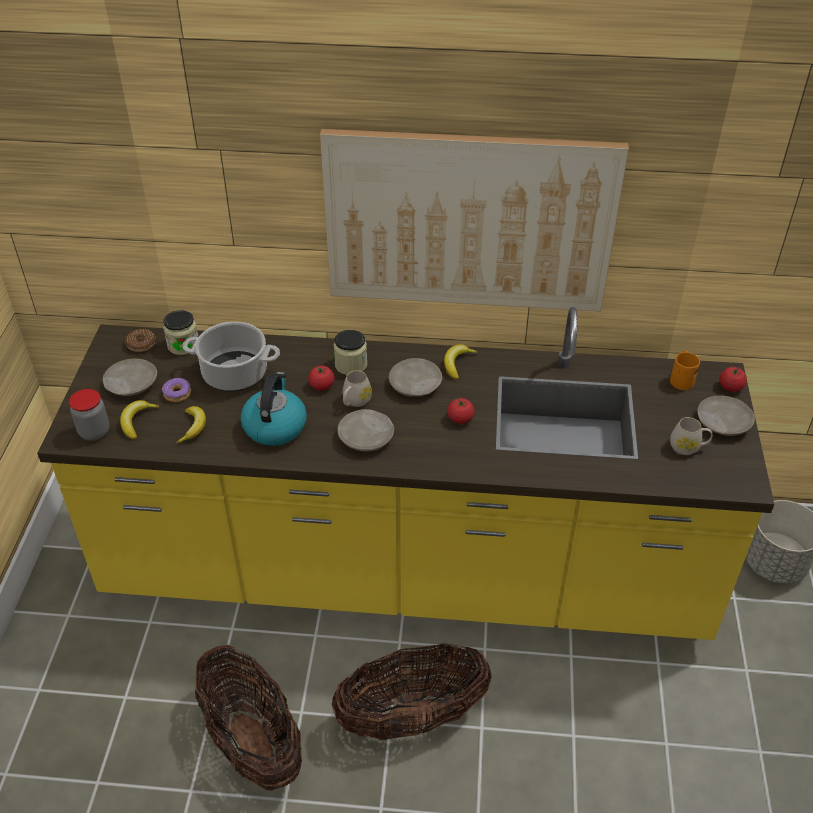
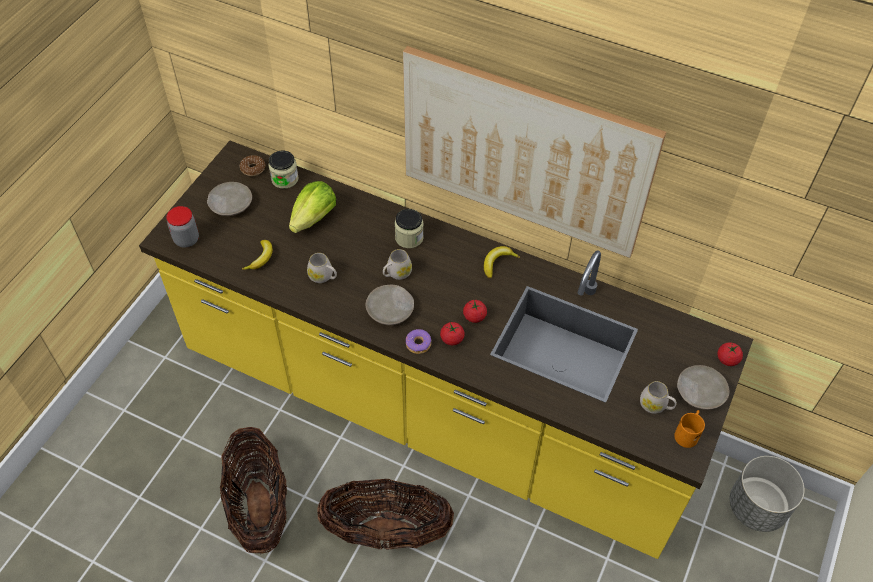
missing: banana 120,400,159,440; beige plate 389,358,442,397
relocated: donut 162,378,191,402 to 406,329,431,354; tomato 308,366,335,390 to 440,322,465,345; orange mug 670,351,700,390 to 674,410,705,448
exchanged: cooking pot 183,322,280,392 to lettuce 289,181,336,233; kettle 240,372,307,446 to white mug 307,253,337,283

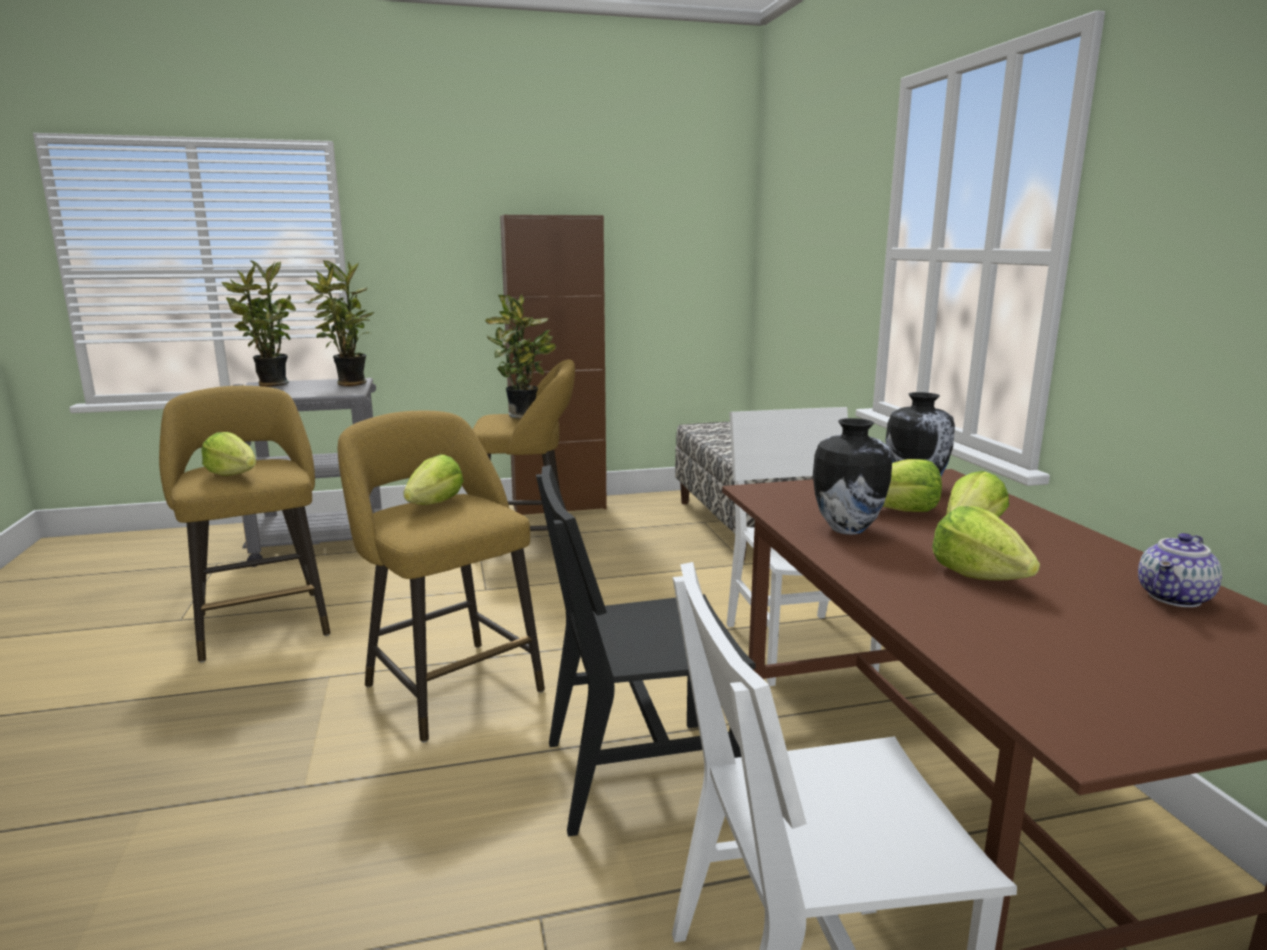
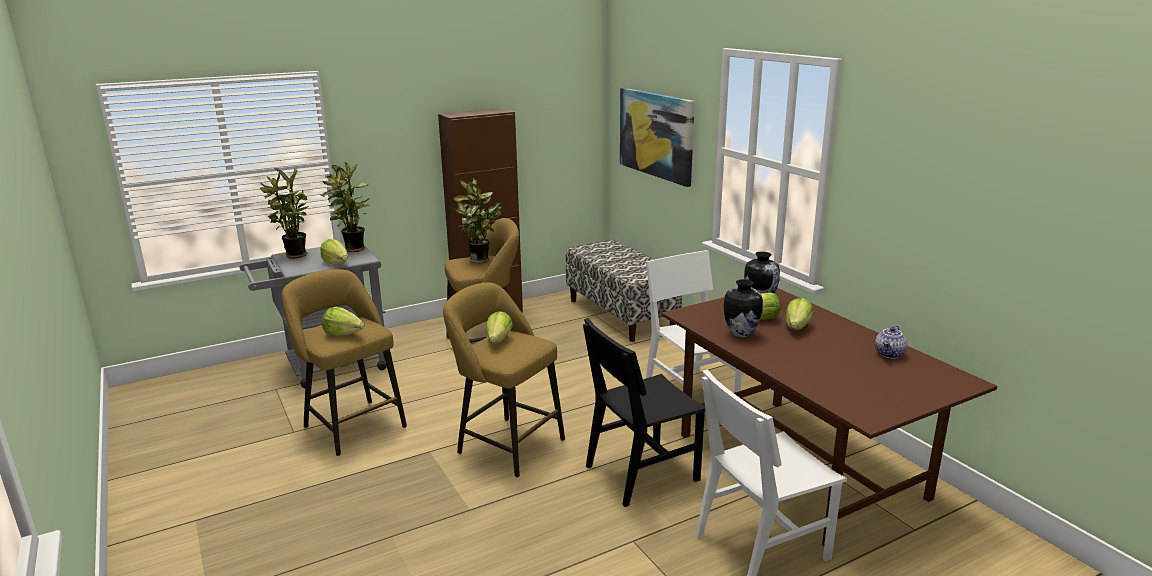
appeared: picture 620,88,695,187
relocated: lettuce 932,506,1040,581 to 320,239,348,264

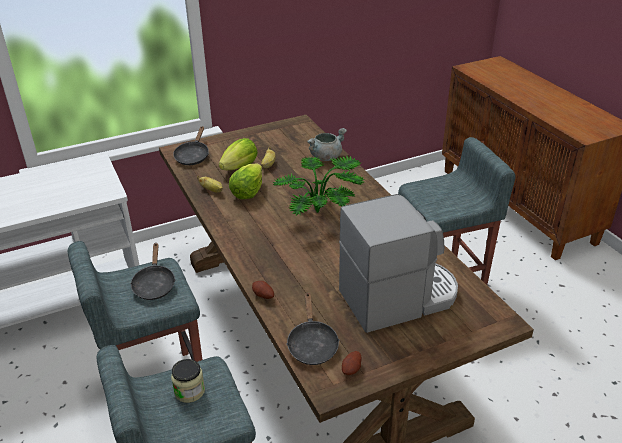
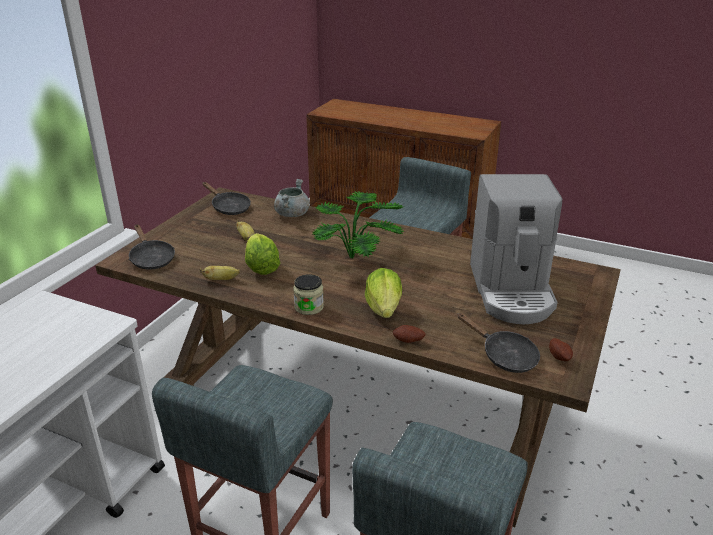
relocated: black frying pan 130,243,176,300 to 202,182,251,215; jar 171,359,205,403 to 293,274,324,315; lettuce 219,138,258,170 to 365,268,402,318
spun: coffee machine 339,194,458,333 = 470,174,563,324 150 degrees clockwise

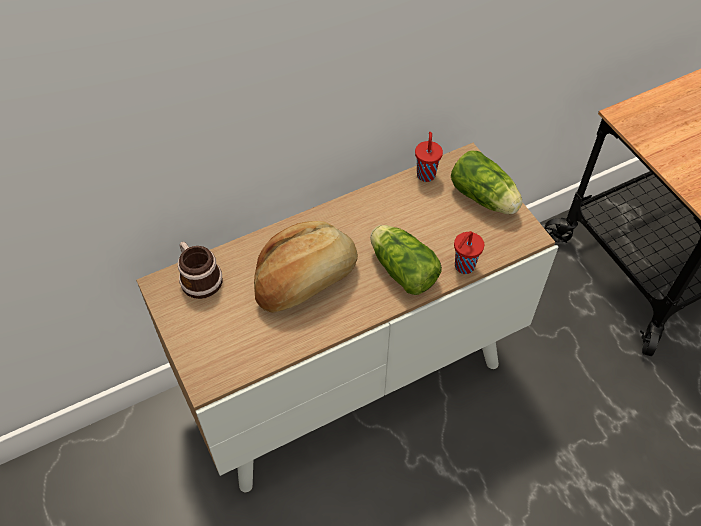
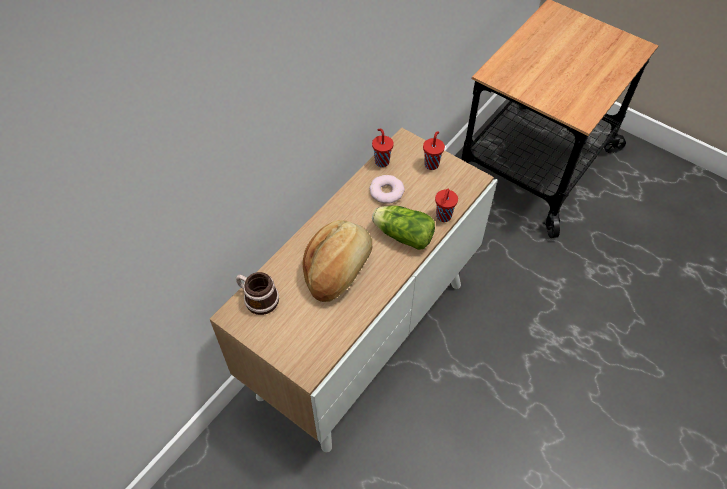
appeared: donut 369,175,405,204
exchanged: lettuce 451,150,522,214 to red cup 423,131,445,170

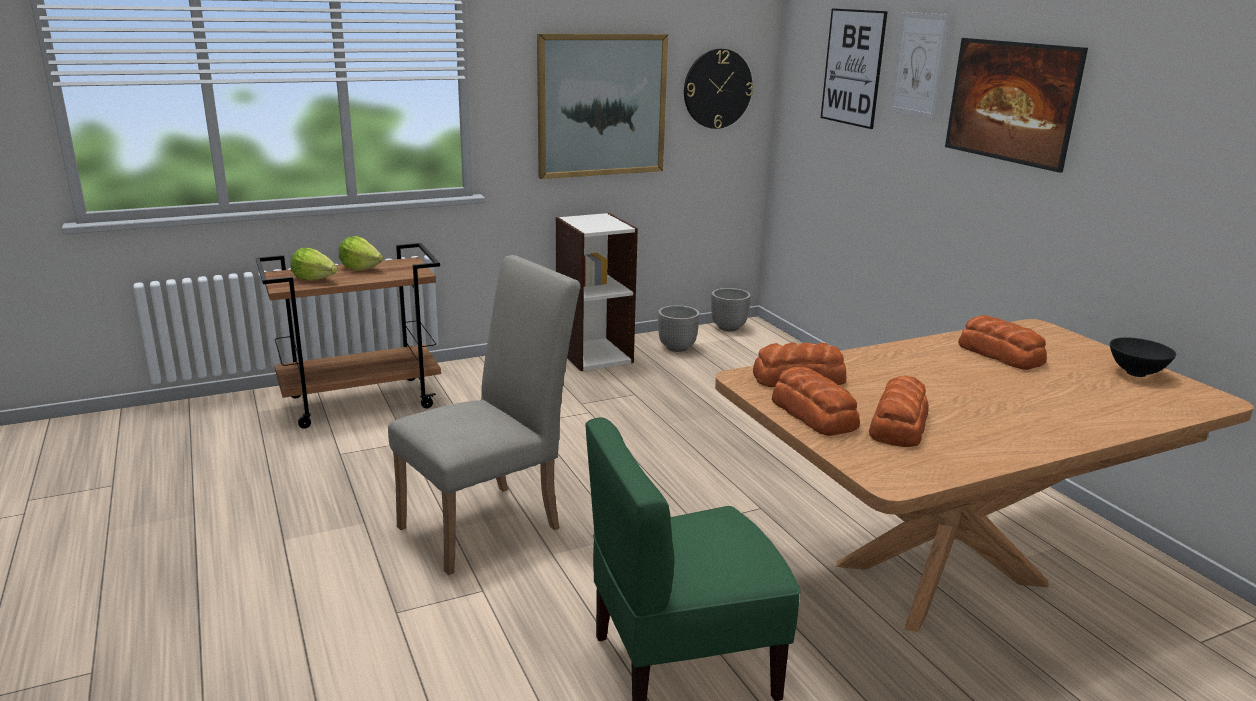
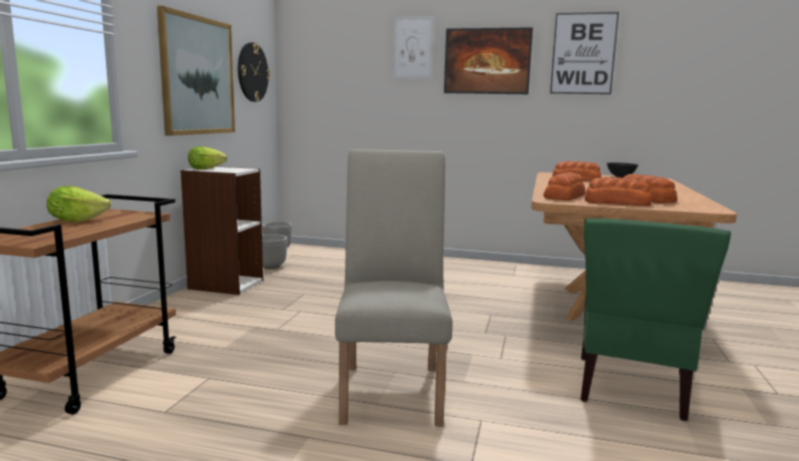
relocated: lettuce 290,248,337,281 to 188,147,227,169; picture 821,8,888,129 to 550,12,619,94

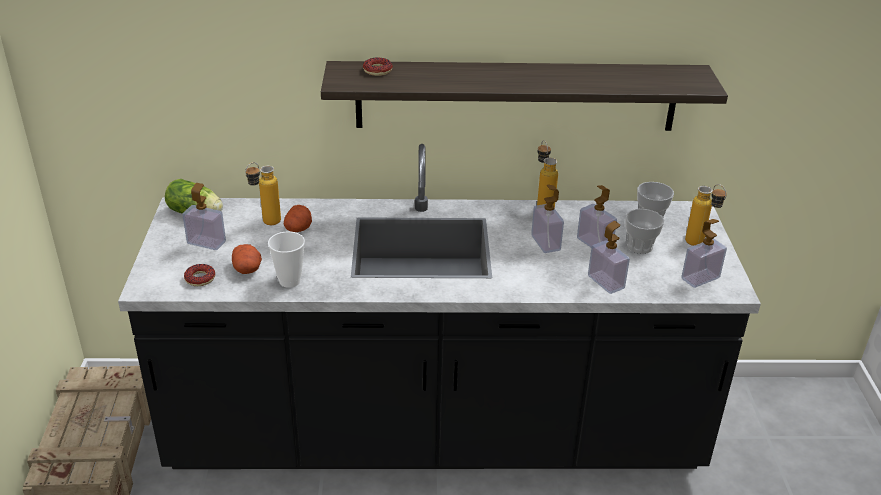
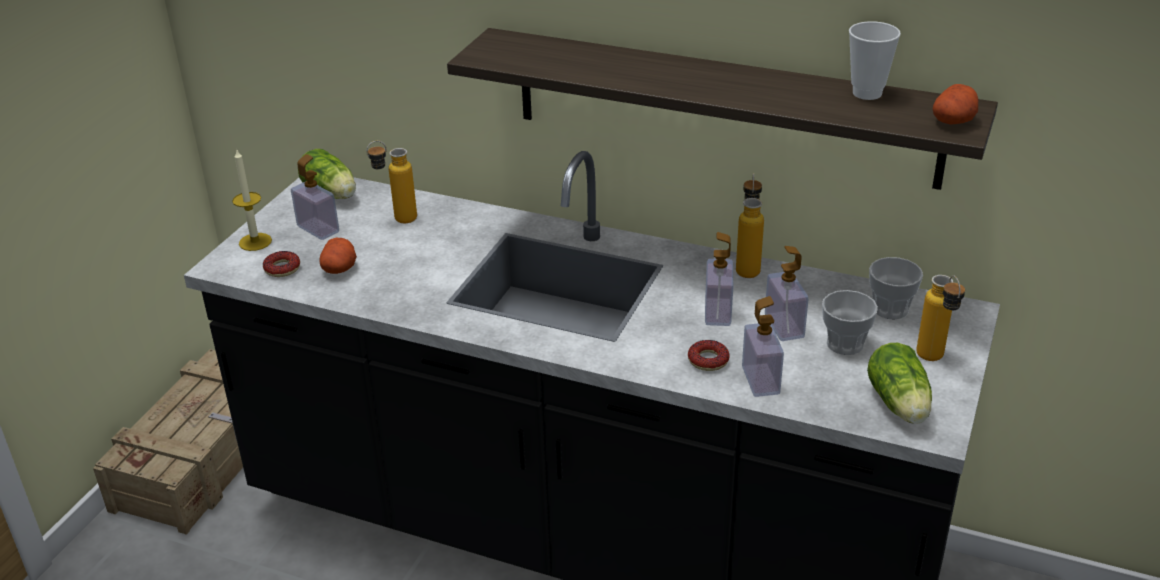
appeared: candle 232,148,272,251
relocated: cup 268,232,305,288 to 849,21,901,100; potato 284,205,312,232 to 933,84,978,125; donut 363,57,393,76 to 688,340,730,371
exchanged: soap dispenser 681,219,727,288 to lettuce 867,343,932,424

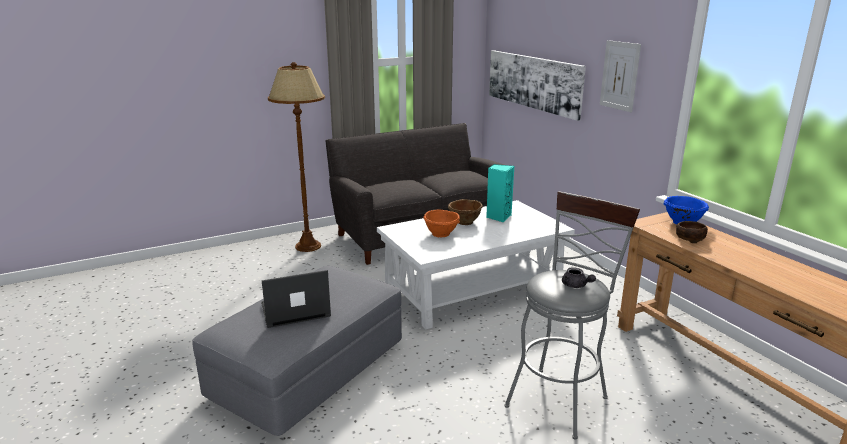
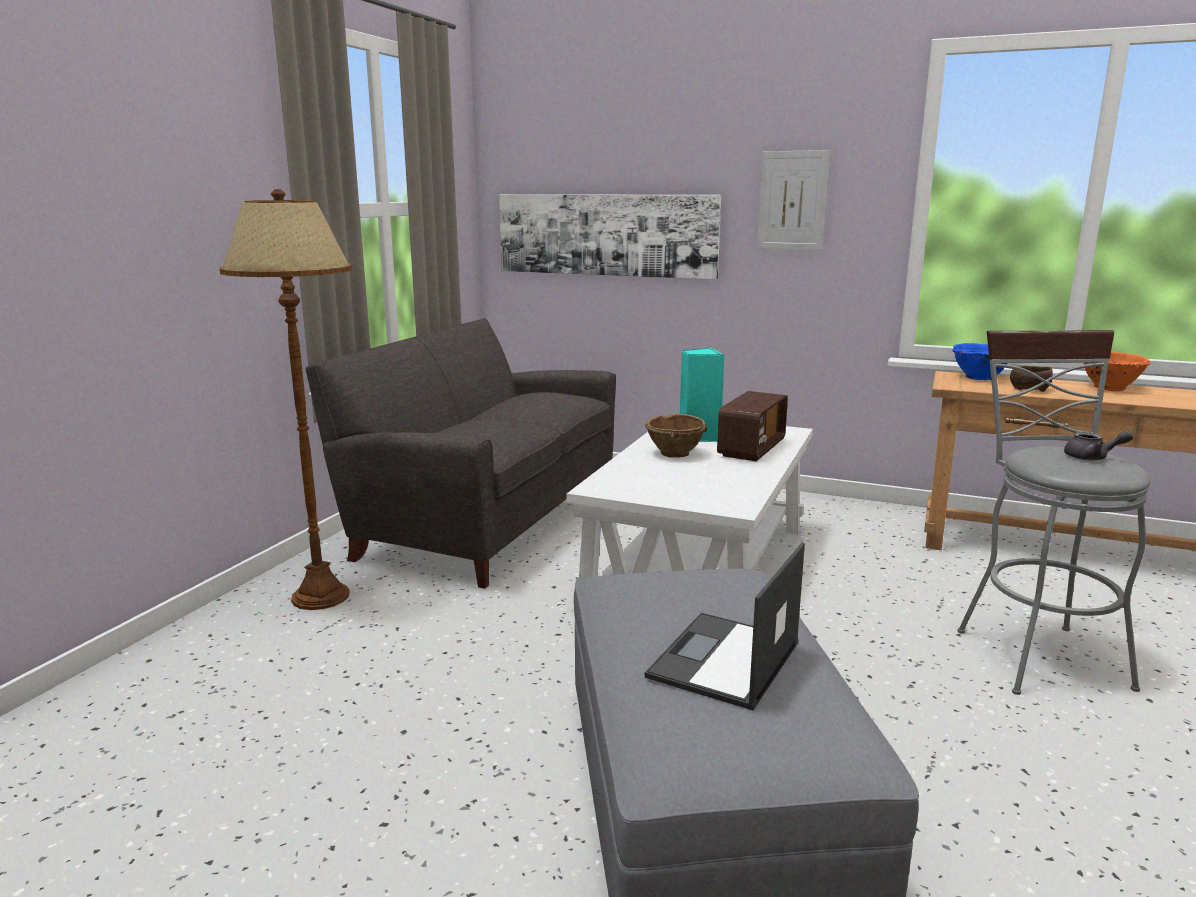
appeared: radio 717,391,788,461
relocated: orange bowl 424,209,460,237 to 1084,352,1150,391

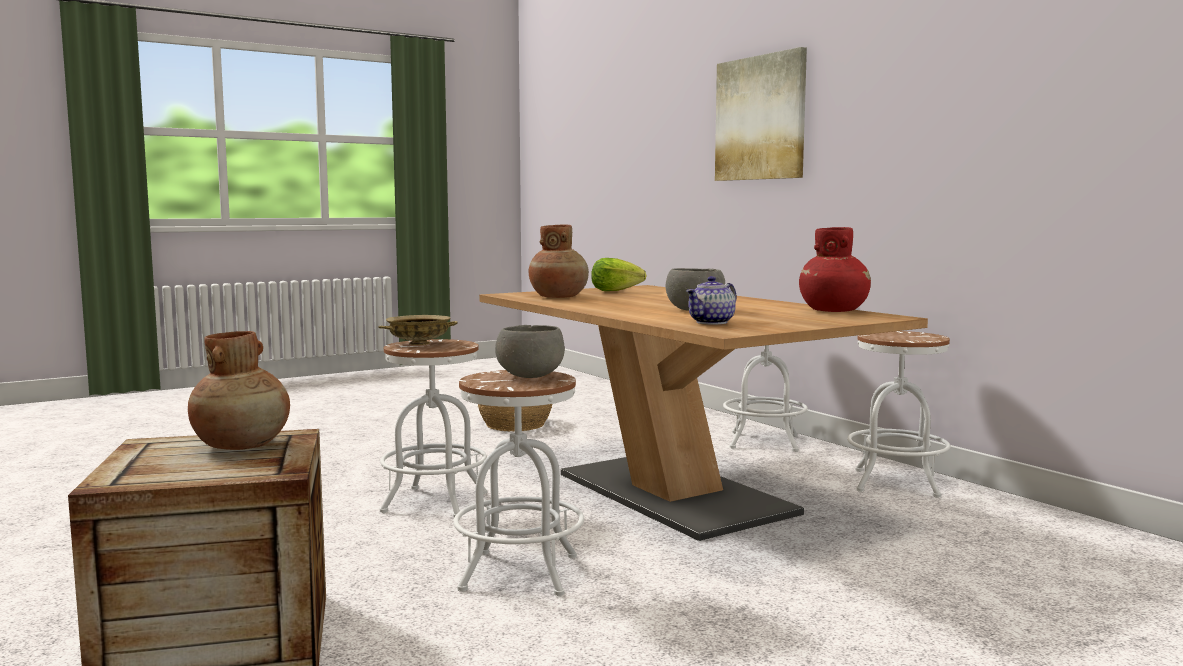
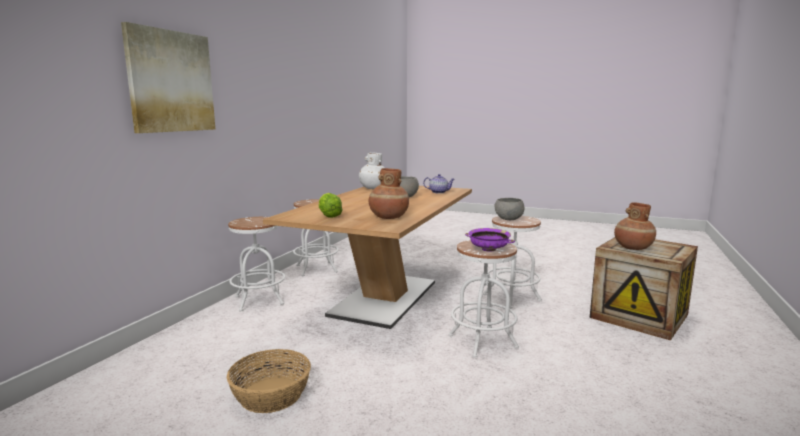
colour: beige bowl 378,315,458,345 to purple bowl 465,228,515,252; red vase 799,227,871,312 to white vase 359,152,385,189

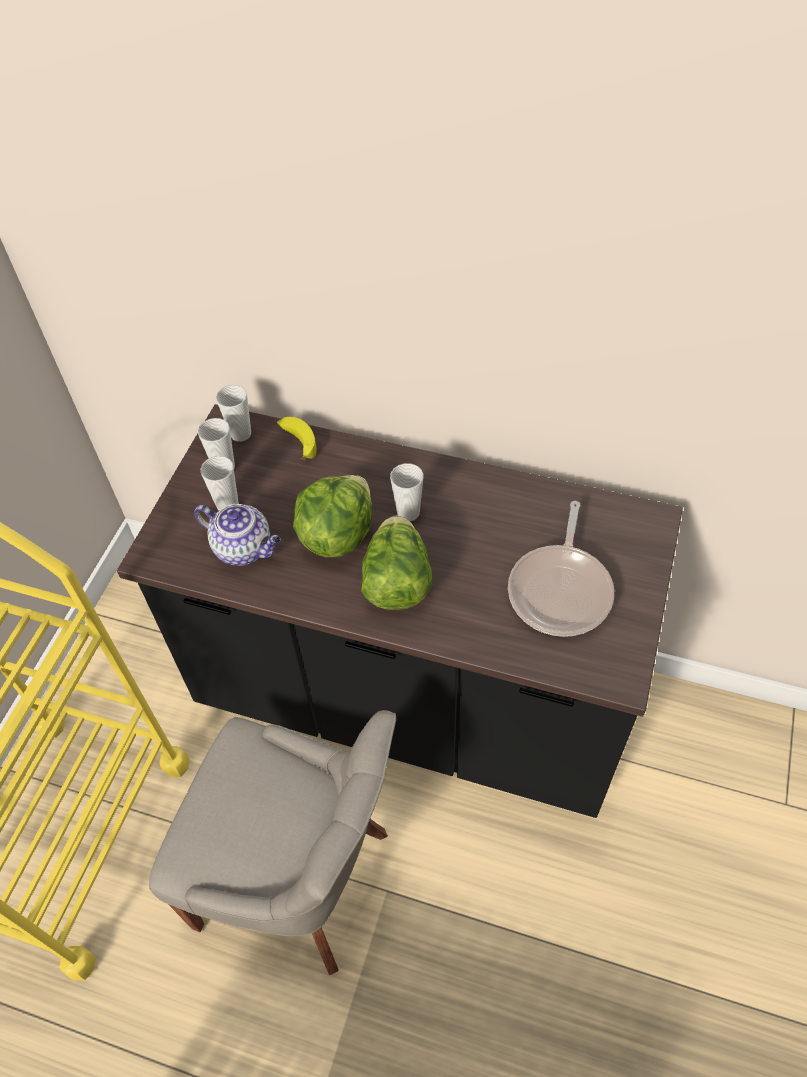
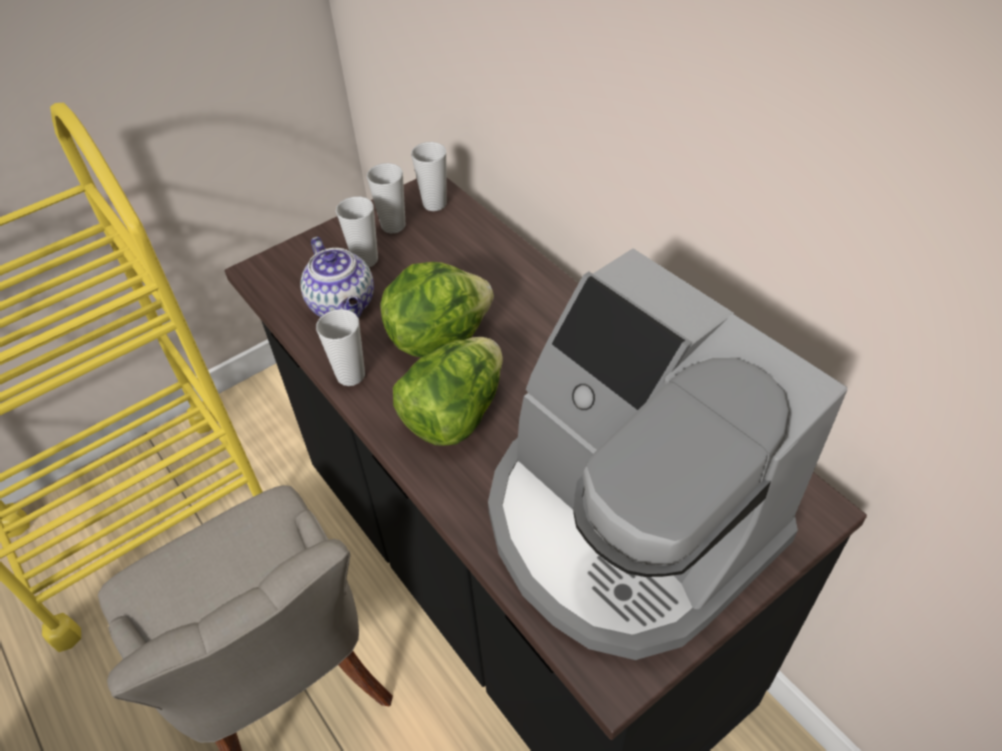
missing: banana 277,417,317,460
relocated: cup 390,463,424,521 to 316,309,365,386
exchanged: frying pan 508,501,614,637 to coffee machine 488,248,848,660

